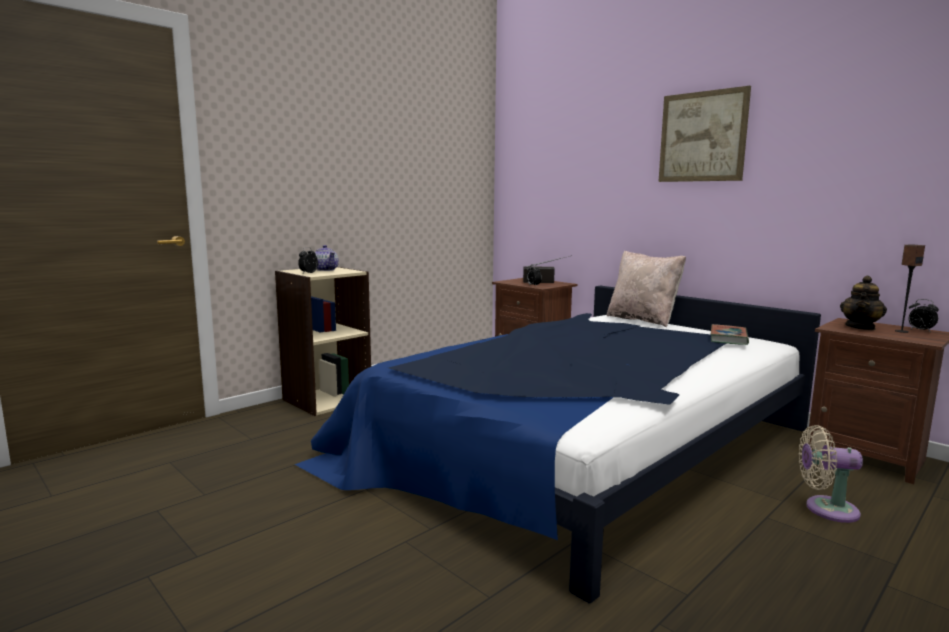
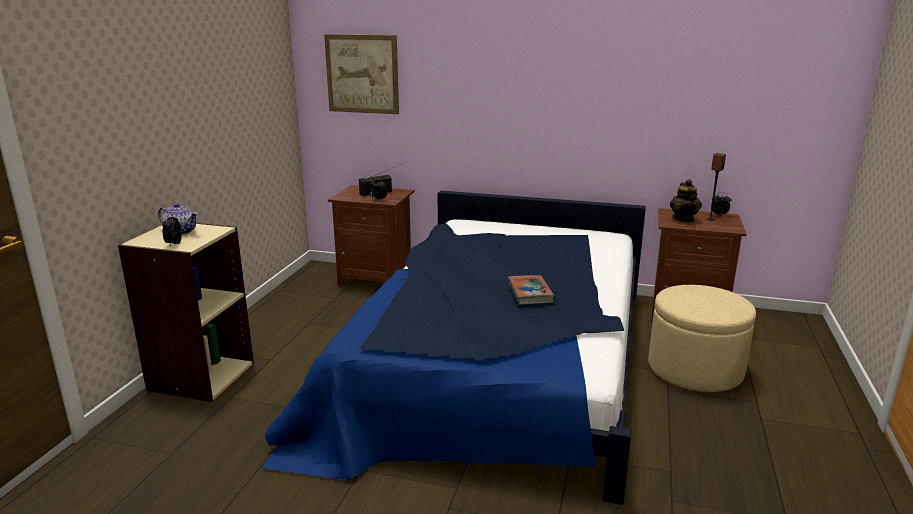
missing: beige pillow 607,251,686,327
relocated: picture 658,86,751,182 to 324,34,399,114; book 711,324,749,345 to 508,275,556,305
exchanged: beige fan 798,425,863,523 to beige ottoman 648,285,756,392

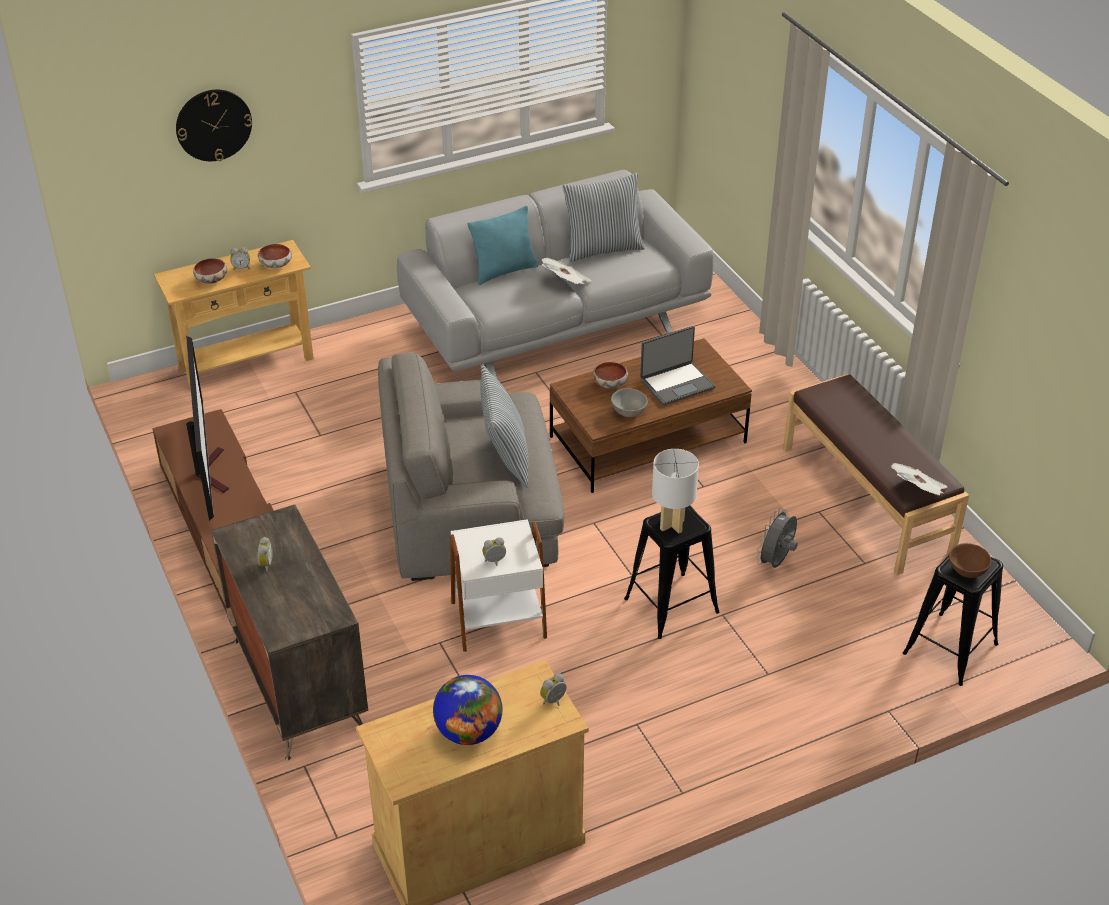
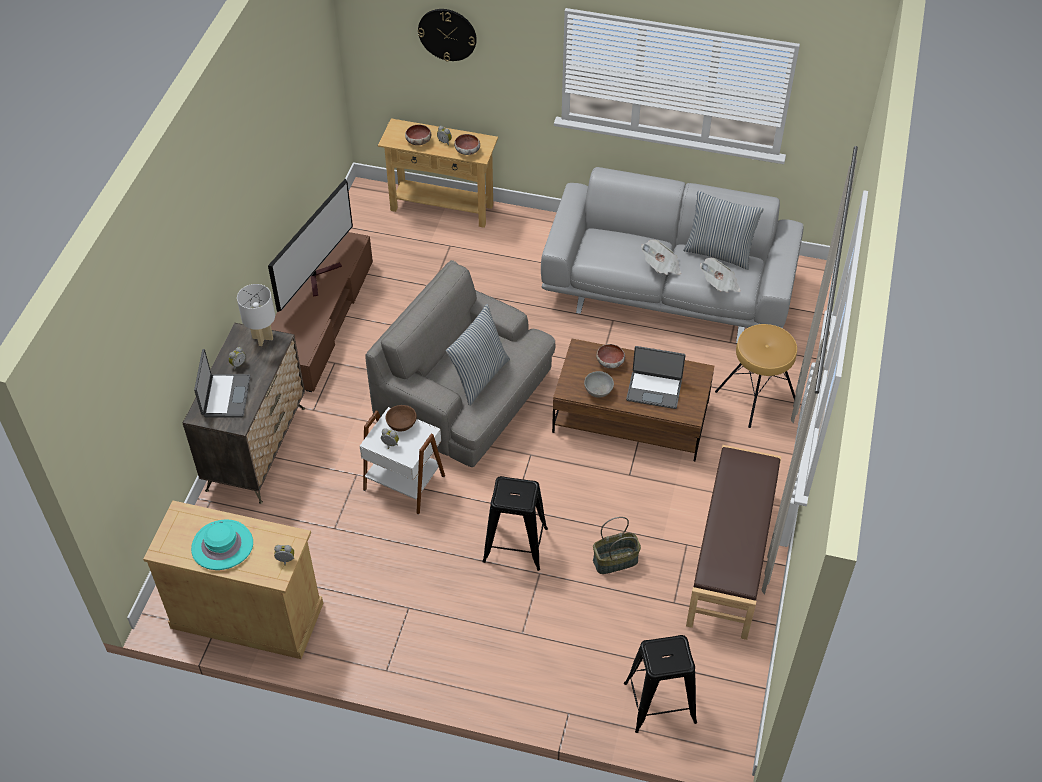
missing: turquoise pillow 468,206,538,285
appeared: laptop 194,349,250,418; brown stool 715,324,797,428
relocated: white table lamp 652,449,699,534 to 237,284,275,346; newspaper 891,463,947,496 to 700,258,741,293; brown bowl 949,543,991,578 to 386,405,417,432
exchanged: globe 433,675,502,745 to turquoise hat 191,520,253,570; grey fan 756,508,798,568 to basket 593,517,641,574

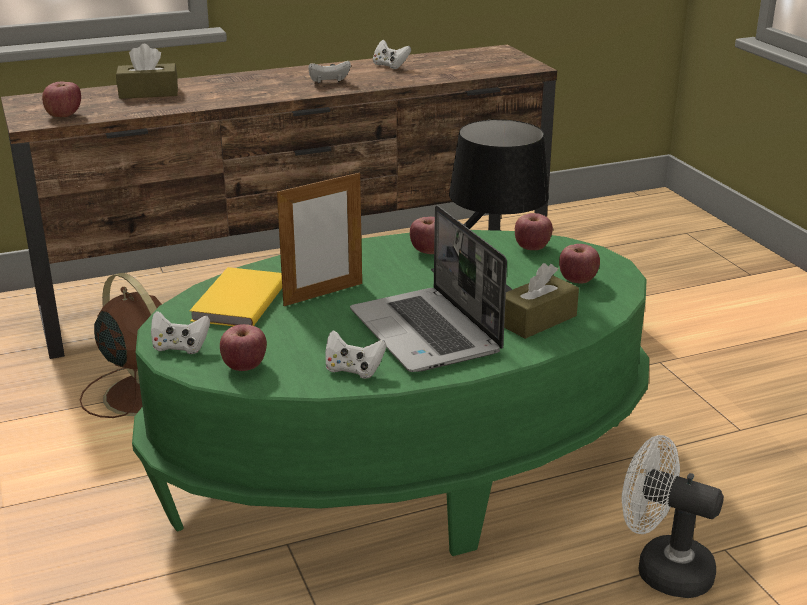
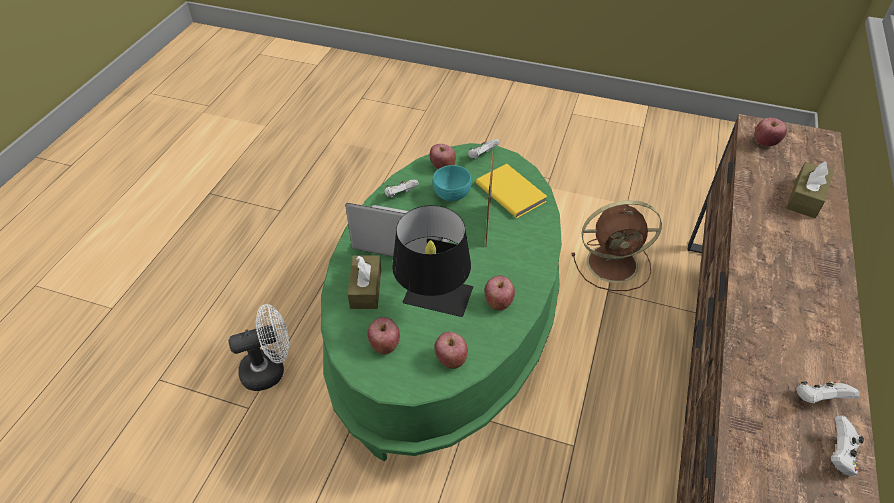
appeared: turquoise bowl 433,165,472,201
relocated: white game controller 308,61,351,83 to 831,416,864,477

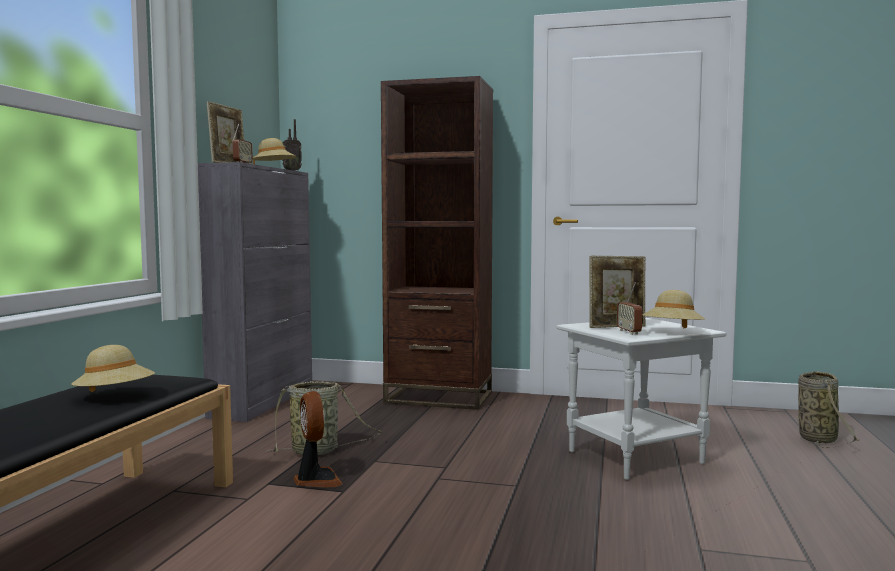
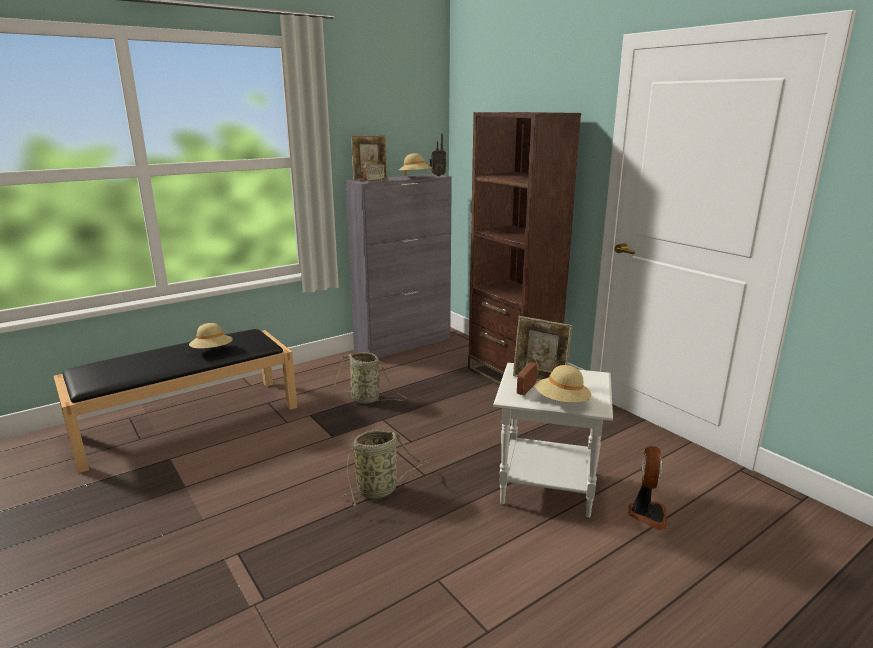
relocated: fan 293,391,342,488 to 629,446,667,530; basket 797,371,859,448 to 338,430,429,506

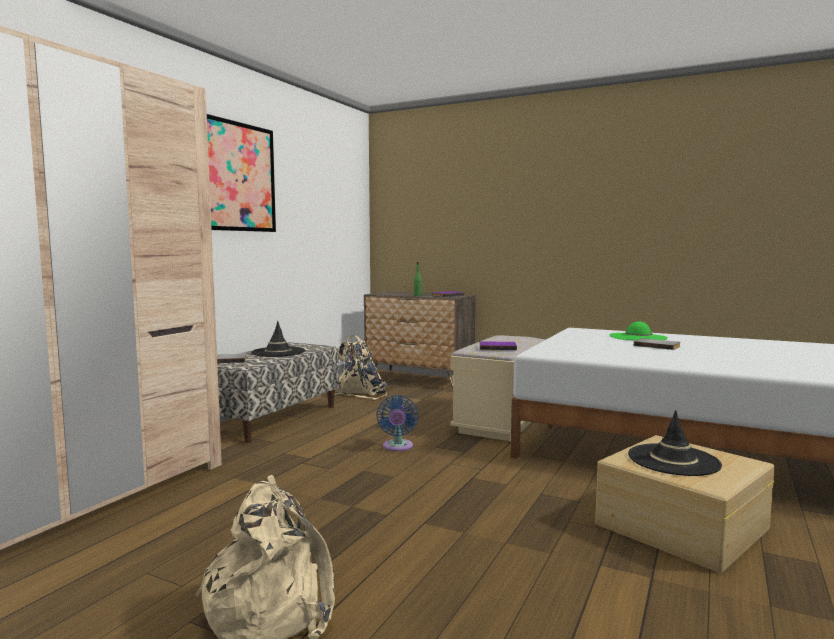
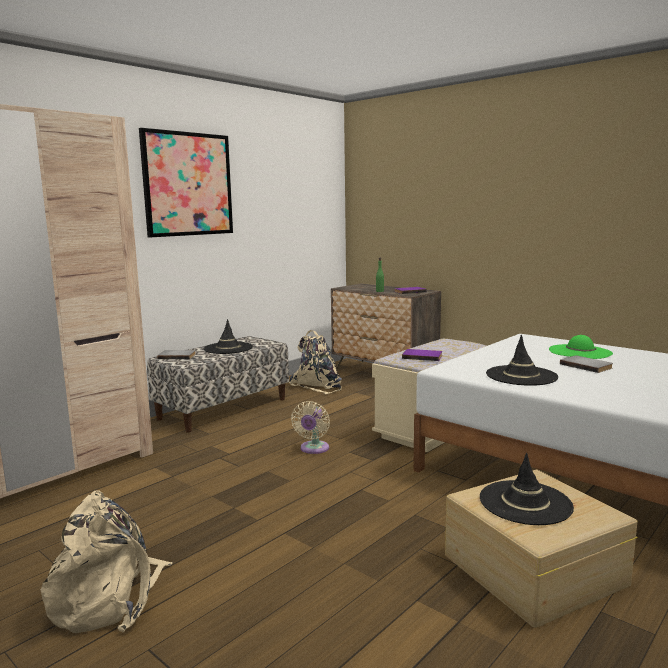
appeared: black hat 486,335,558,386
colour: blue fan 376,395,419,452 to beige fan 291,401,330,454

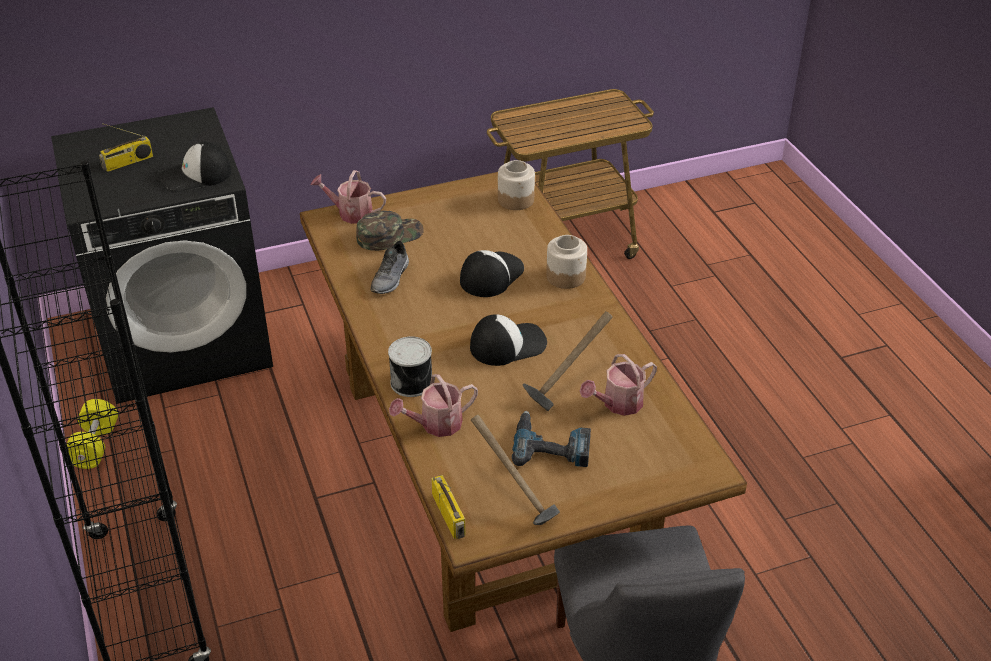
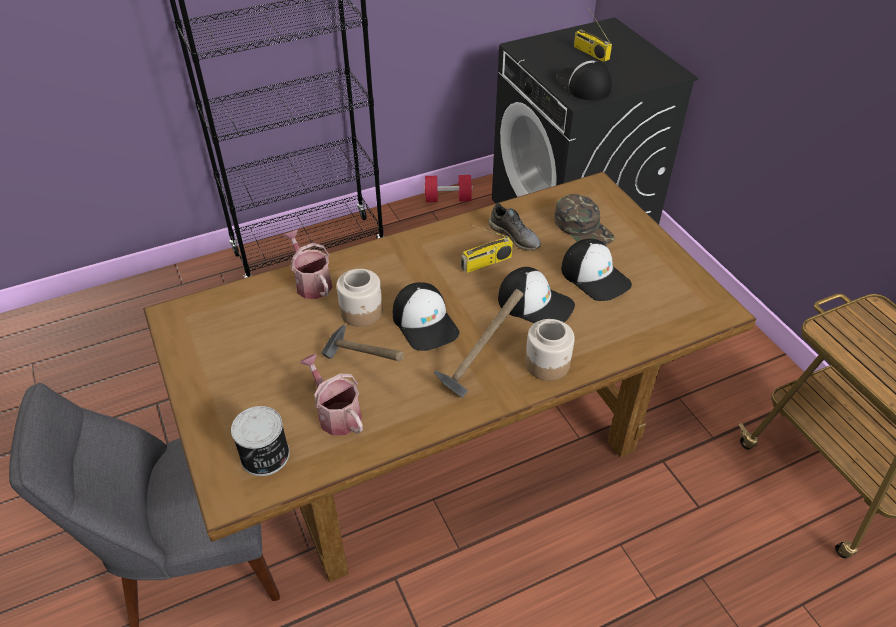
missing: watering can 311,170,386,224; power drill 512,411,591,467
appeared: cap 561,239,632,301
relocated: can 388,336,432,397 to 231,406,290,476; radio 431,475,466,539 to 461,225,513,273; hammer 471,415,560,525 to 434,289,524,398; jar 498,160,535,210 to 337,269,383,327
colour: yellow dumbbell 67,399,118,469 to red dumbbell 423,175,473,202
spun: grey shoe 370,241,409,294 = 488,203,541,250 150 degrees counterclockwise

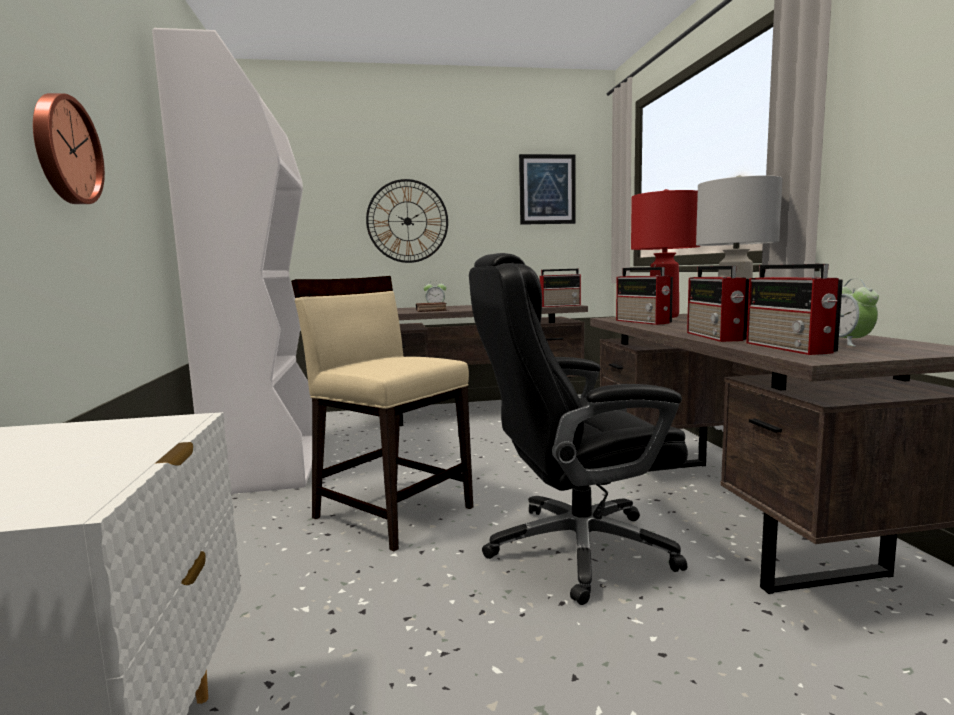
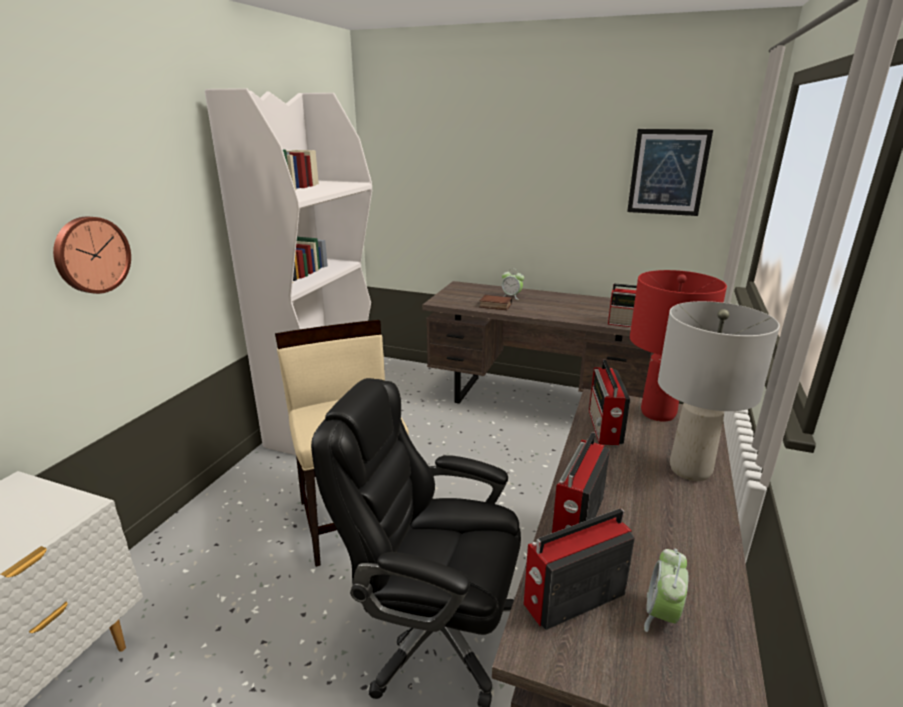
missing: wall clock 366,179,448,263
spun: radio 746,264,843,355 = 524,508,635,630 45 degrees clockwise

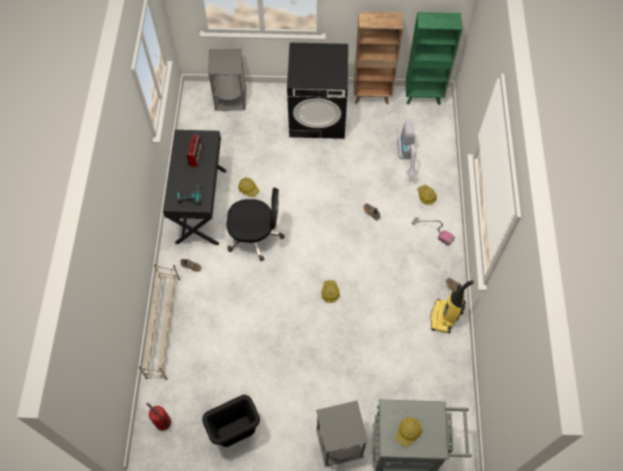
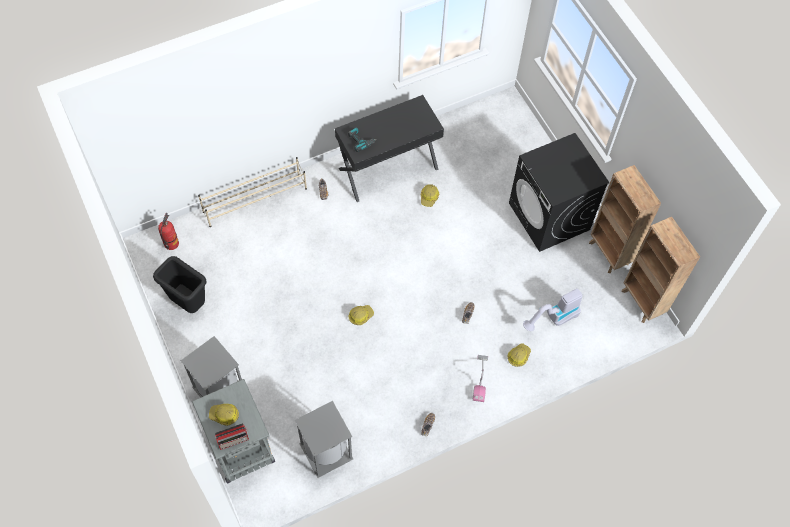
missing: black office chair 226,188,285,261; vacuum cleaner 430,280,474,333
relocated: radio 186,133,202,167 to 215,423,249,450; grey trash can 208,49,246,111 to 295,401,353,478
colour: green bookcase 406,12,462,105 to brown bookcase 622,217,700,323

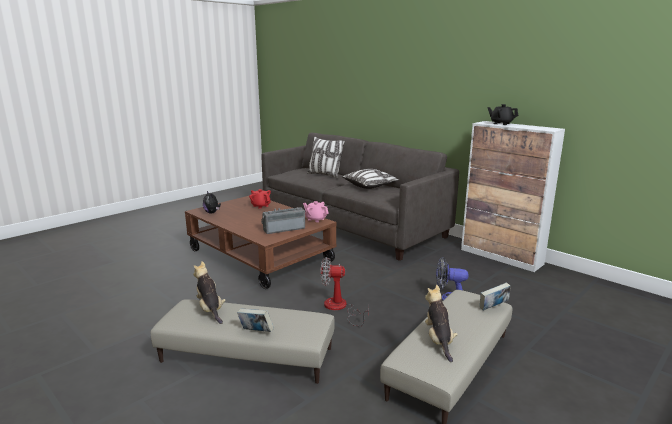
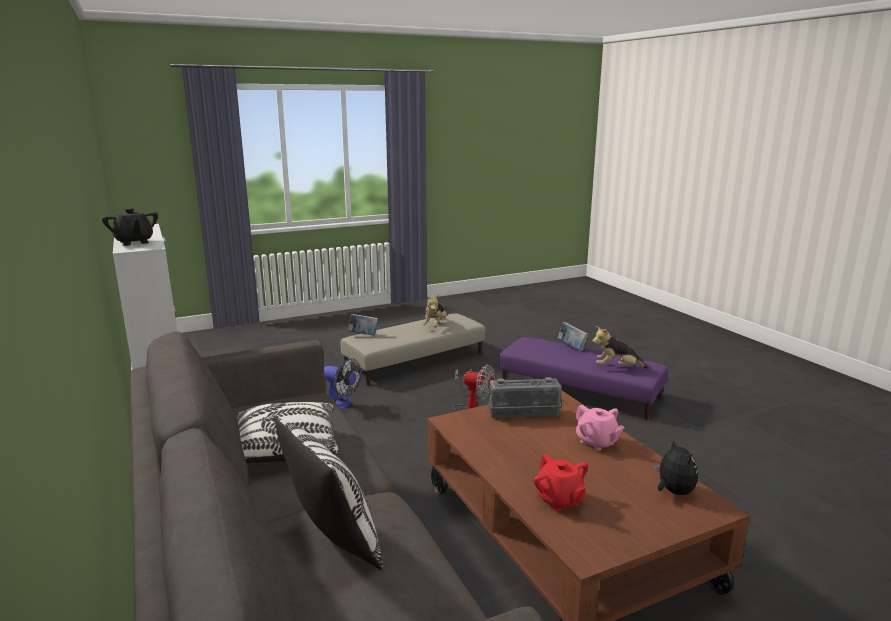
relocated: pink teapot 303,201,329,222 to 575,405,625,451
colour: beige ottoman 151,299,334,384 to purple ottoman 499,337,668,420
spun: plush toy 193,261,226,324 = 592,326,648,368 105 degrees clockwise

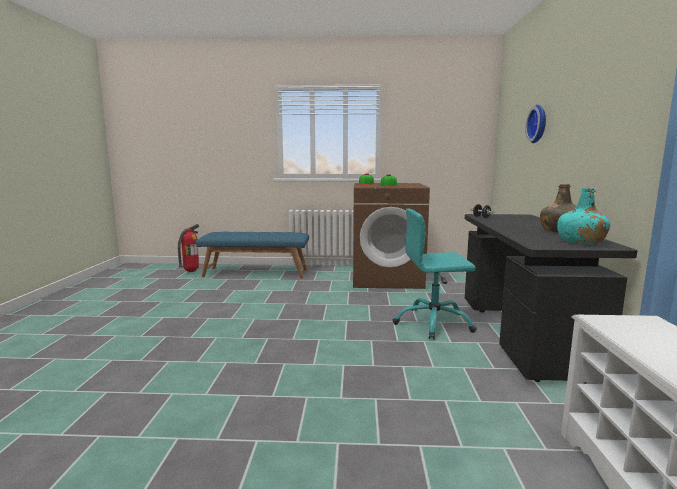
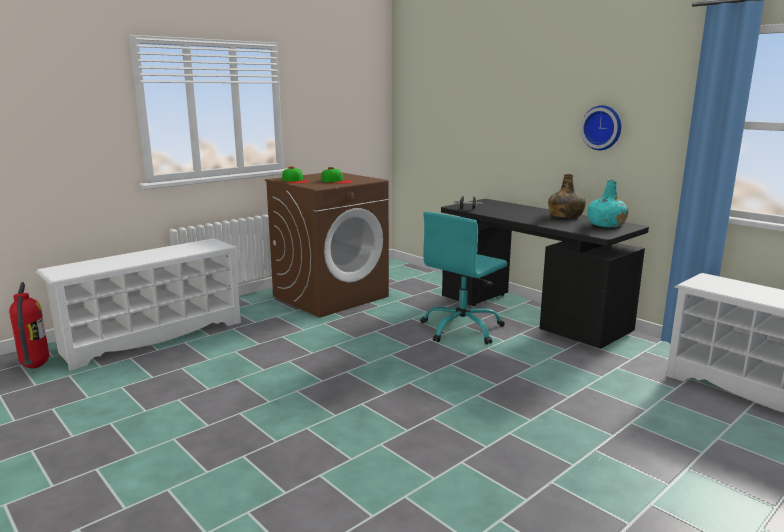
relocated: wall clock 526,105,546,143 to 580,105,621,150
exchanged: blue bench 196,232,309,279 to white shoe rack 36,238,241,371

